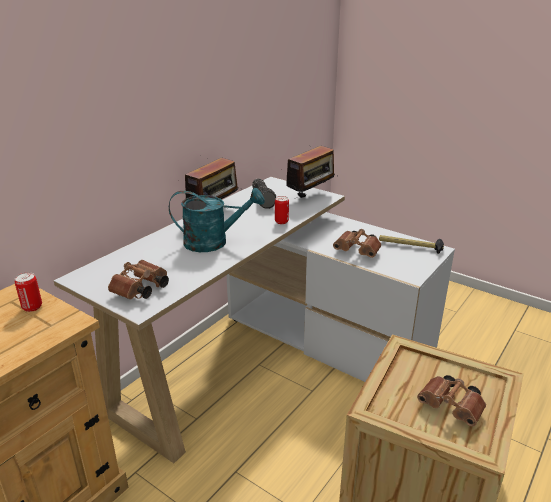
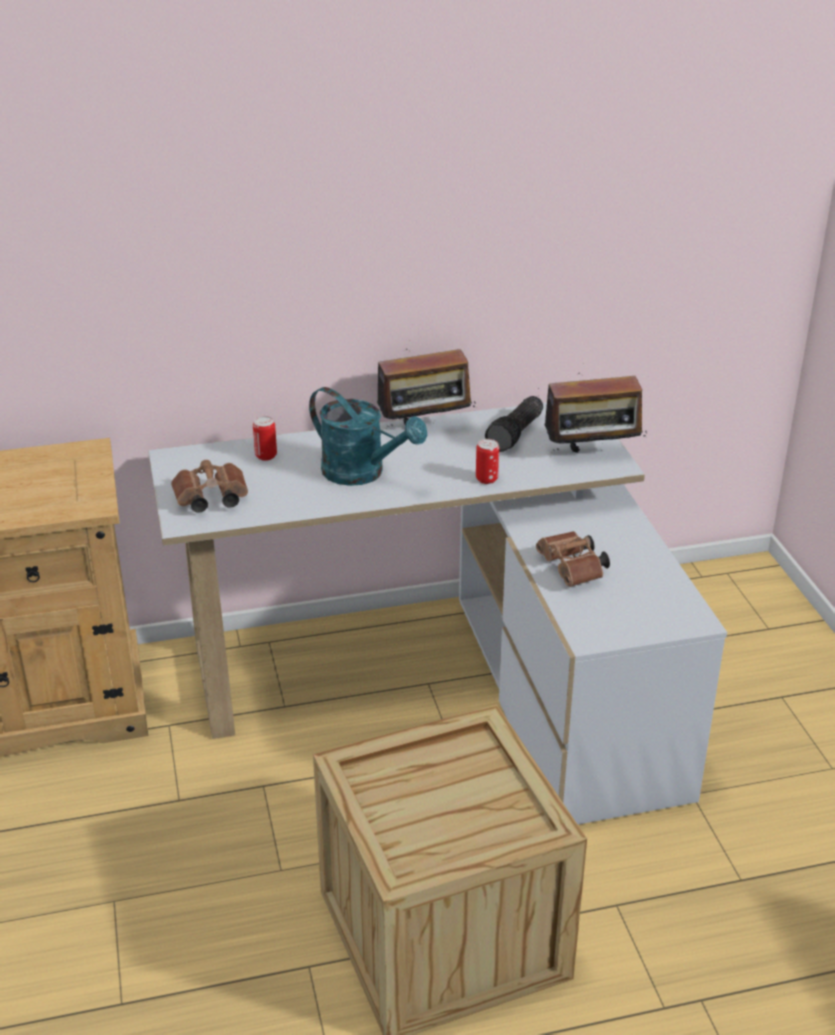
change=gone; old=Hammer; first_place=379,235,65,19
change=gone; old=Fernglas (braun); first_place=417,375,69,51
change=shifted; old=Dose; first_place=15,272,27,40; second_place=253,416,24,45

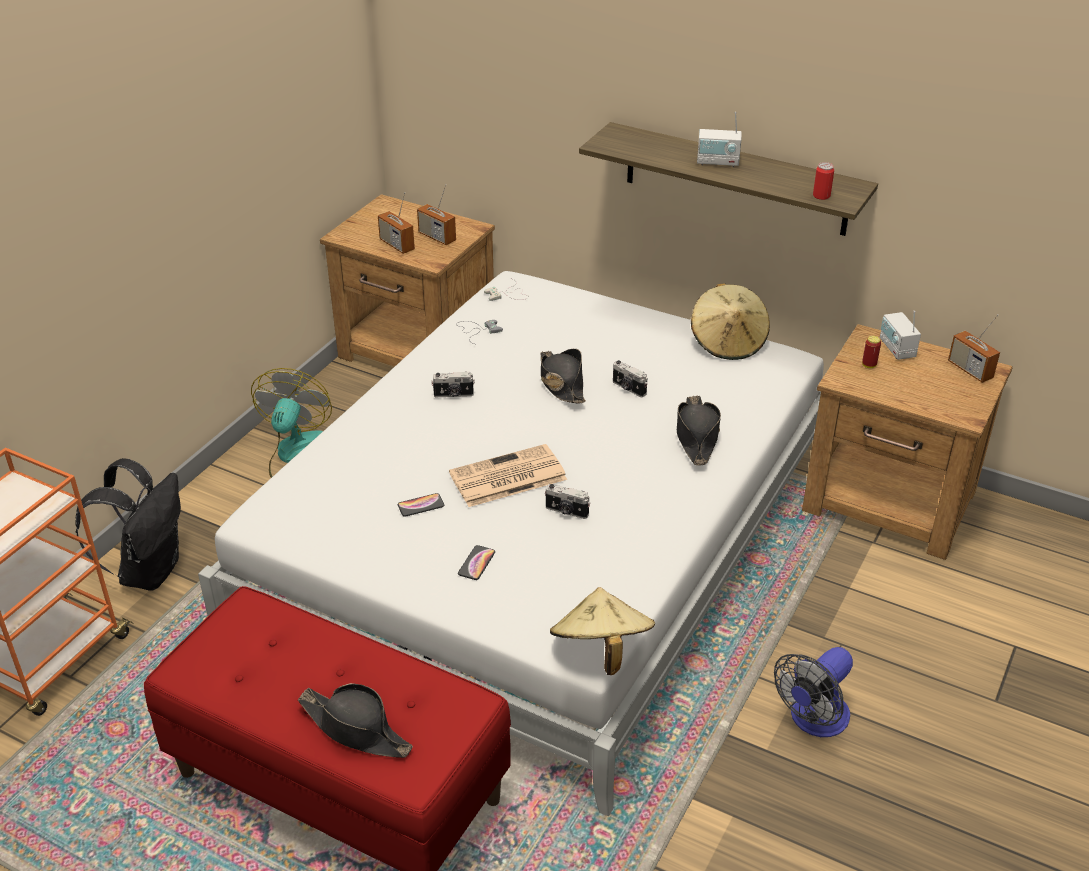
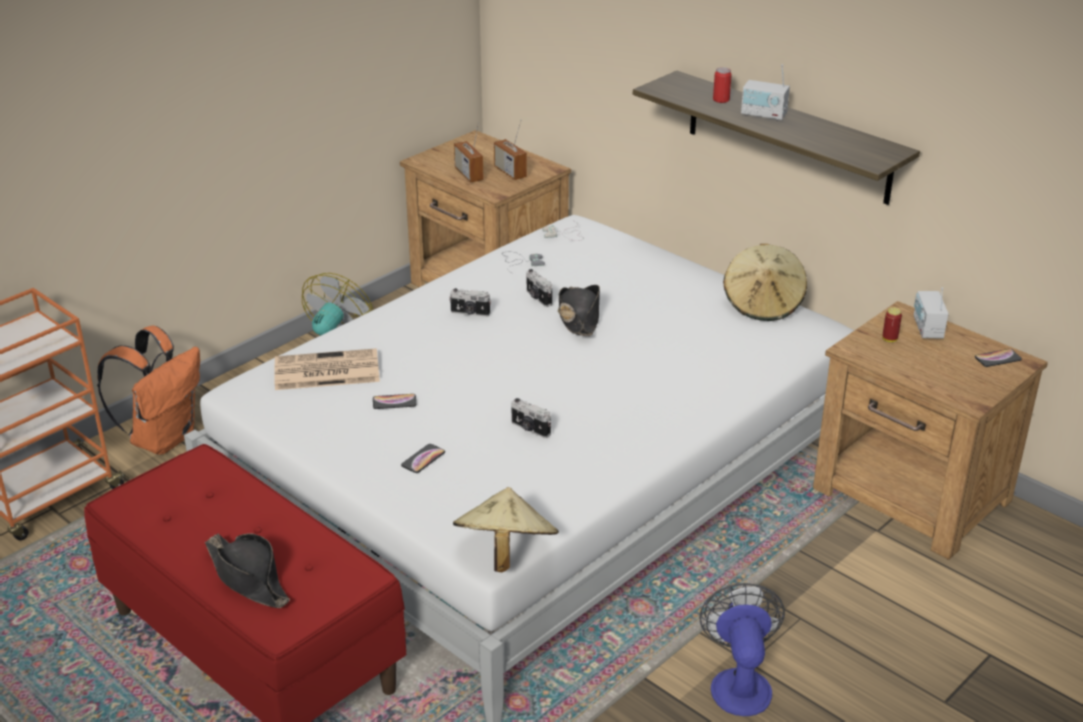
change=gone; old=Hut (schwarz); first_place=677,396,44,70
change=shifted; old=Zeitung; first_place=449,444,118,63; second_place=274,348,106,42
change=shifted; old=Kamera; first_place=613,360,34,37; second_place=526,269,26,38
change=shifted; old=Dose; first_place=813,162,21,38; second_place=713,67,19,36
change=swapped; old=Radio; new=Handy; first_place=948,315,52,68; second_place=975,349,47,18
change=repainted; old=Rucksack (schwarz); new=Rucksack (orange); first_place=75,458,106,133; second_place=97,325,103,130
change=rotated; old=Ventilator; first_place=774,647,79,90; second_place=699,583,86,133; degrees=120

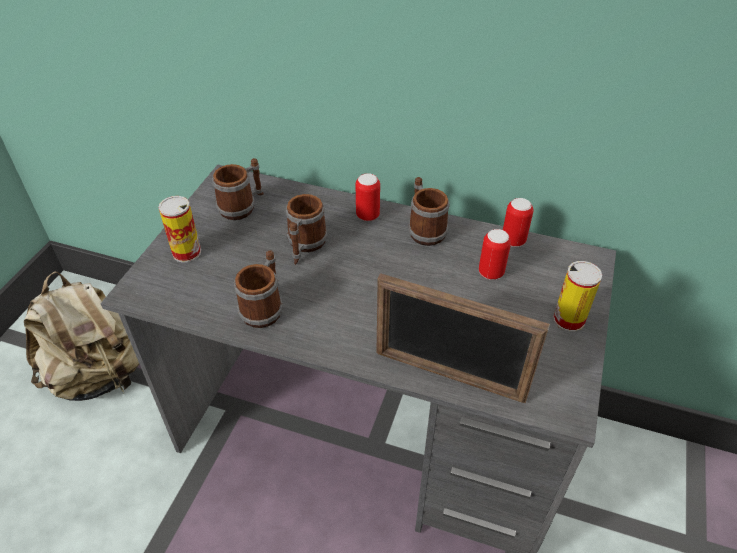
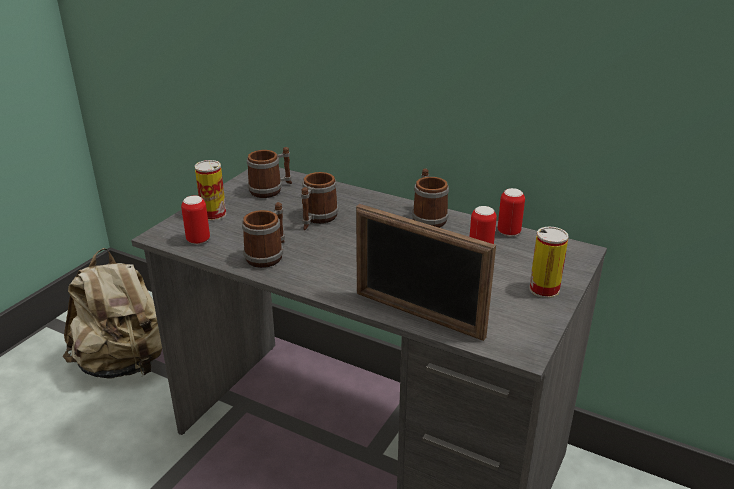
change=shifted; old=Dose; first_place=356,173,24,48; second_place=181,196,29,48

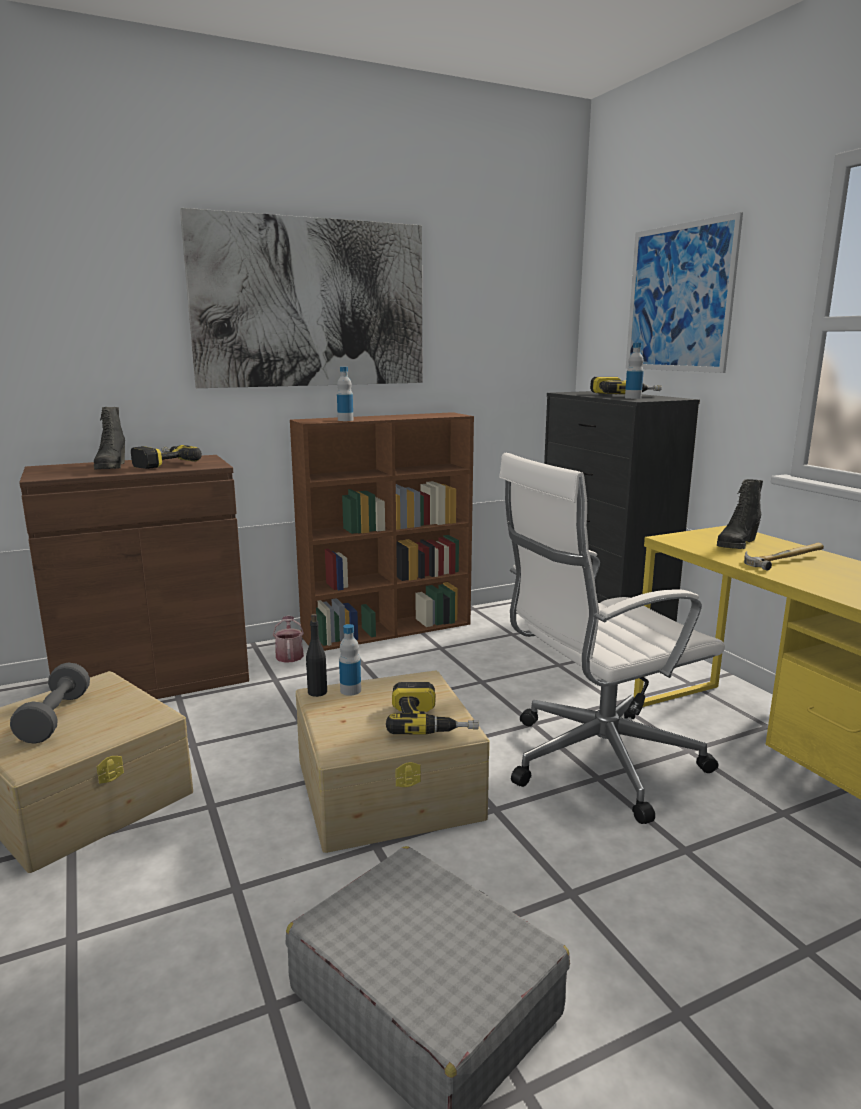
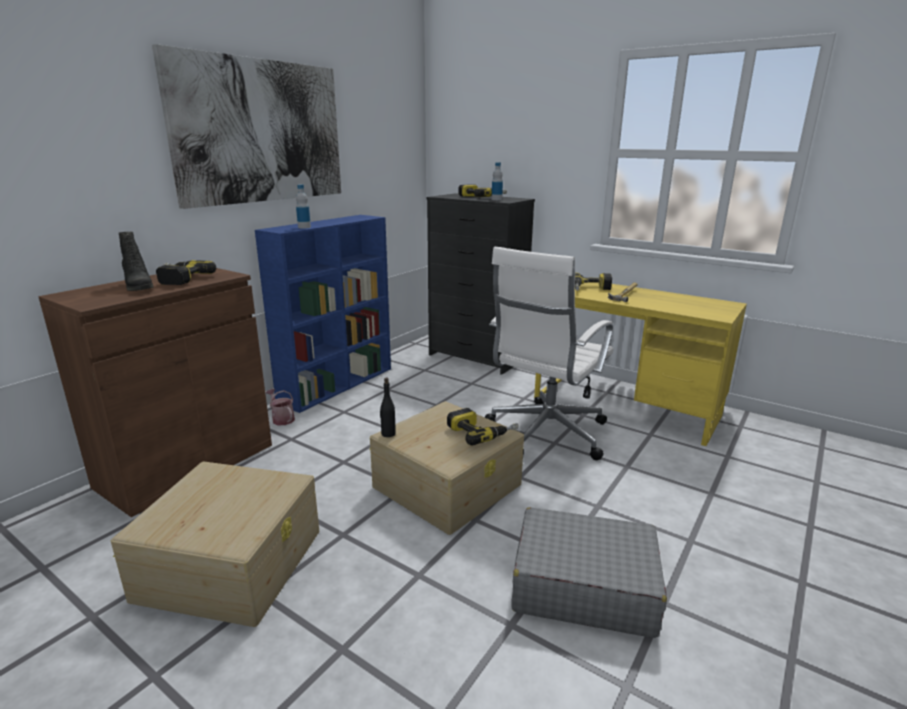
change=gone; old=Hantel (grau); first_place=10,662,80,82
change=gone; old=Flasche; first_place=339,624,22,72
change=gone; old=Bild; first_place=626,212,117,161
change=swapped; old=Stiefel (schwarz); new=Bohrmaschine; first_place=717,479,46,70; second_place=575,273,37,18
change=repainted; old=Bücherregal (braun); new=Bücherregal (blau); first_place=290,412,184,239; second_place=255,215,136,198

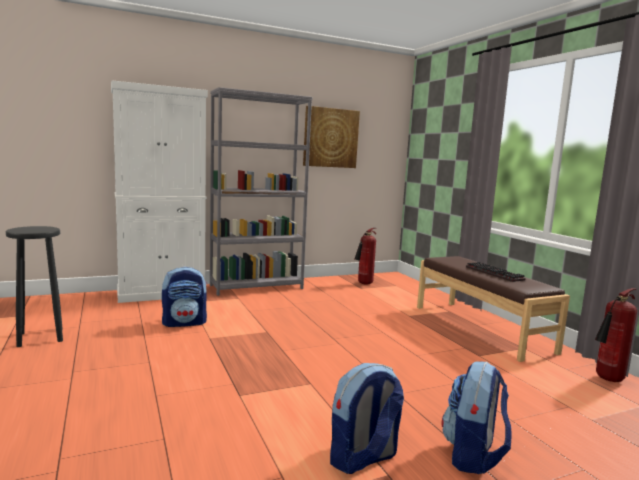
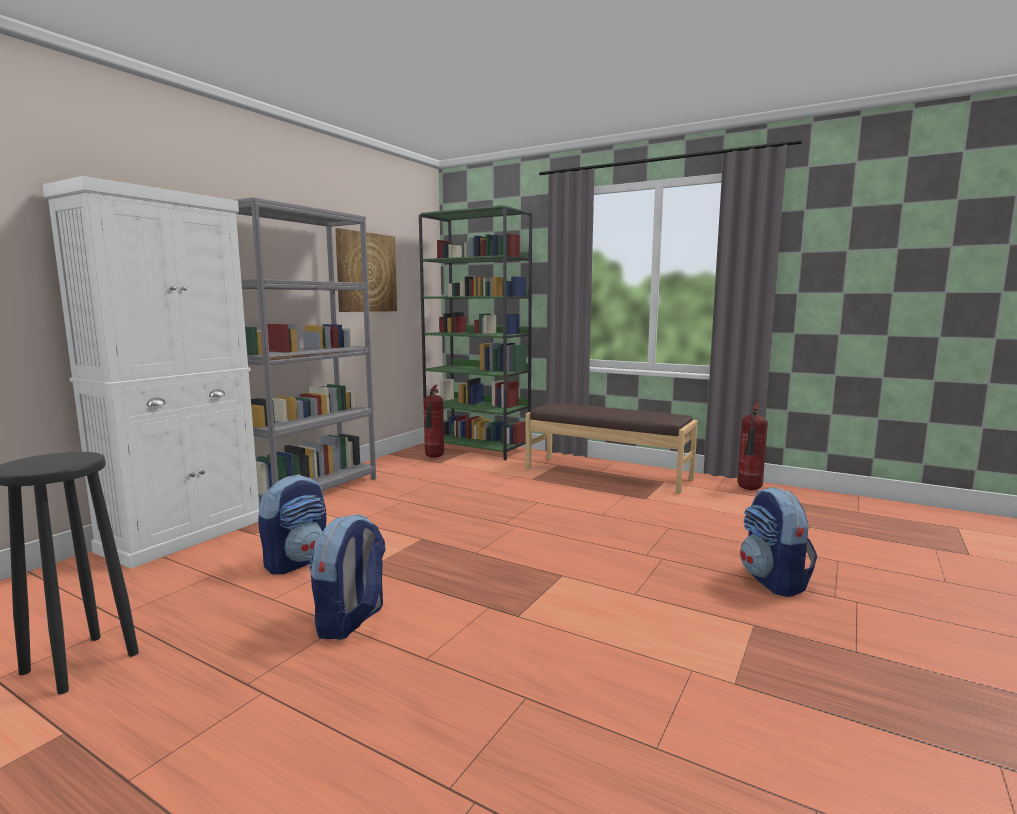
change=gone; old=Tastatur; first_place=466,262,60,20
change=new; new=Bücherregal (grün); second_place=419,205,113,255
change=shifted; old=Rucksack; first_place=330,363,74,111; second_place=309,514,77,126

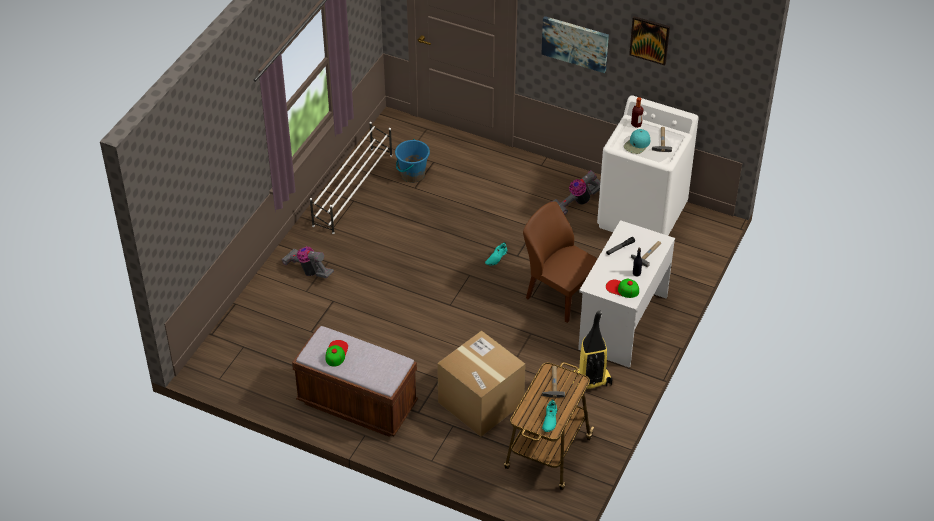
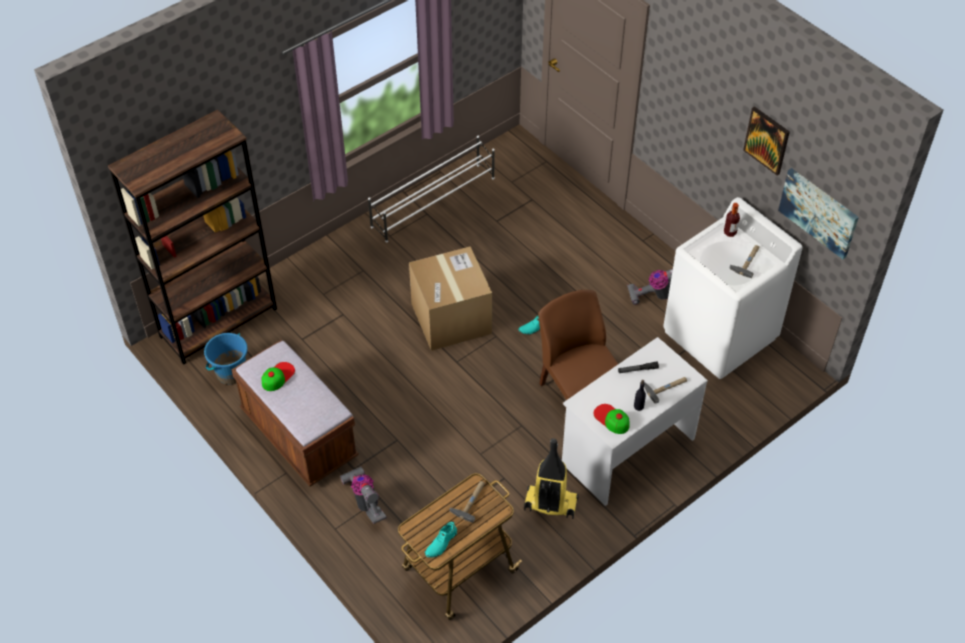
change=gone; old=Kappe (türkis); first_place=624,129,26,25
change=new; new=Bücherregal (braun); second_place=108,110,169,255
change=shifted; old=Staubsauger; first_place=282,246,52,32; second_place=340,466,47,58
change=shifted; old=Eimer (blau); first_place=395,139,35,44; second_place=204,333,44,52
change=shifted; old=Karton; first_place=437,330,89,107; second_place=409,246,83,105
change=shifted; old=Bild; first_place=541,16,68,57; second_place=778,168,81,91

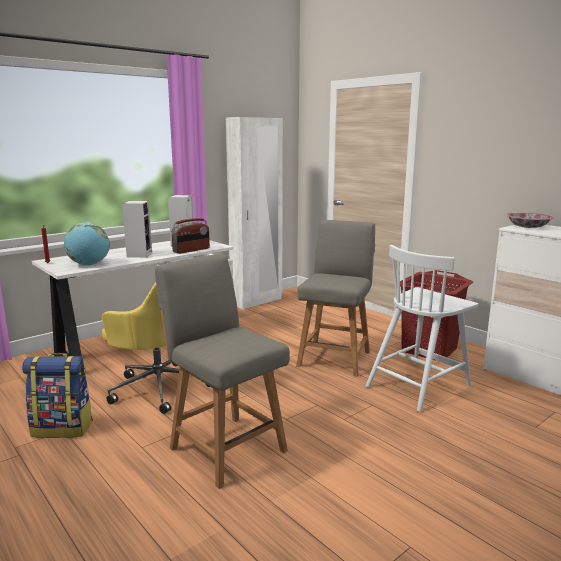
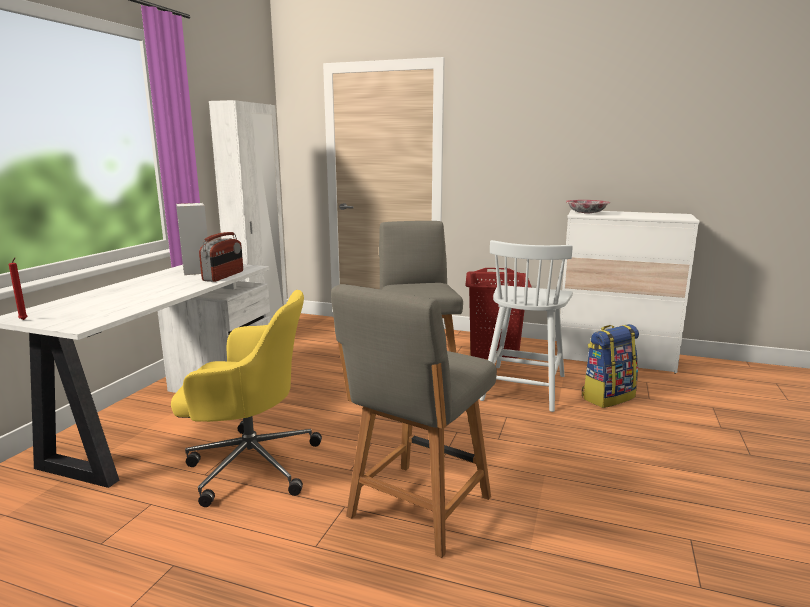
change=gone; old=Globus; first_place=64,222,46,43
change=gone; old=Lautsprecher; first_place=122,201,30,57
change=shifted; old=Rucksack; first_place=22,353,71,85; second_place=582,324,57,84
change=rotated; old=Stuhl (grau); first_place=155,254,135,235; second_place=331,284,166,274; degrees=-75

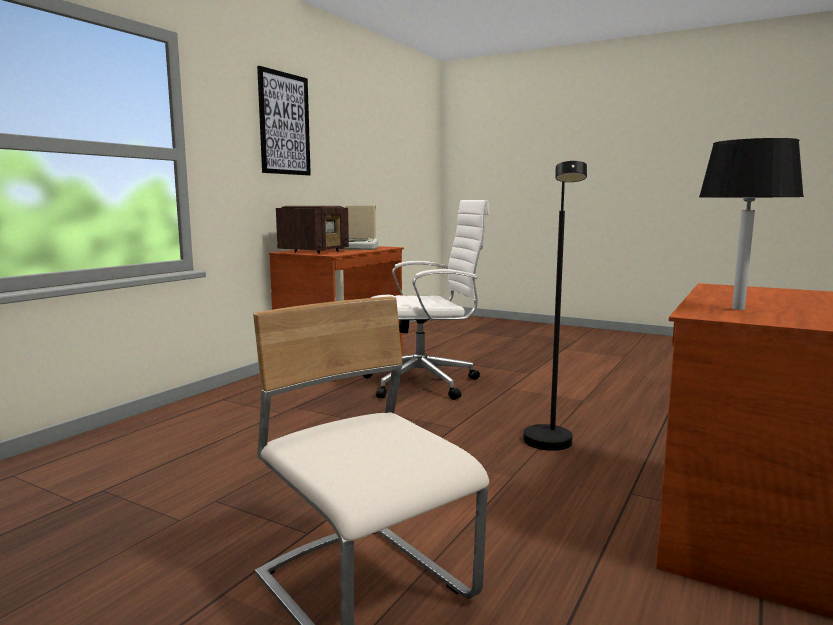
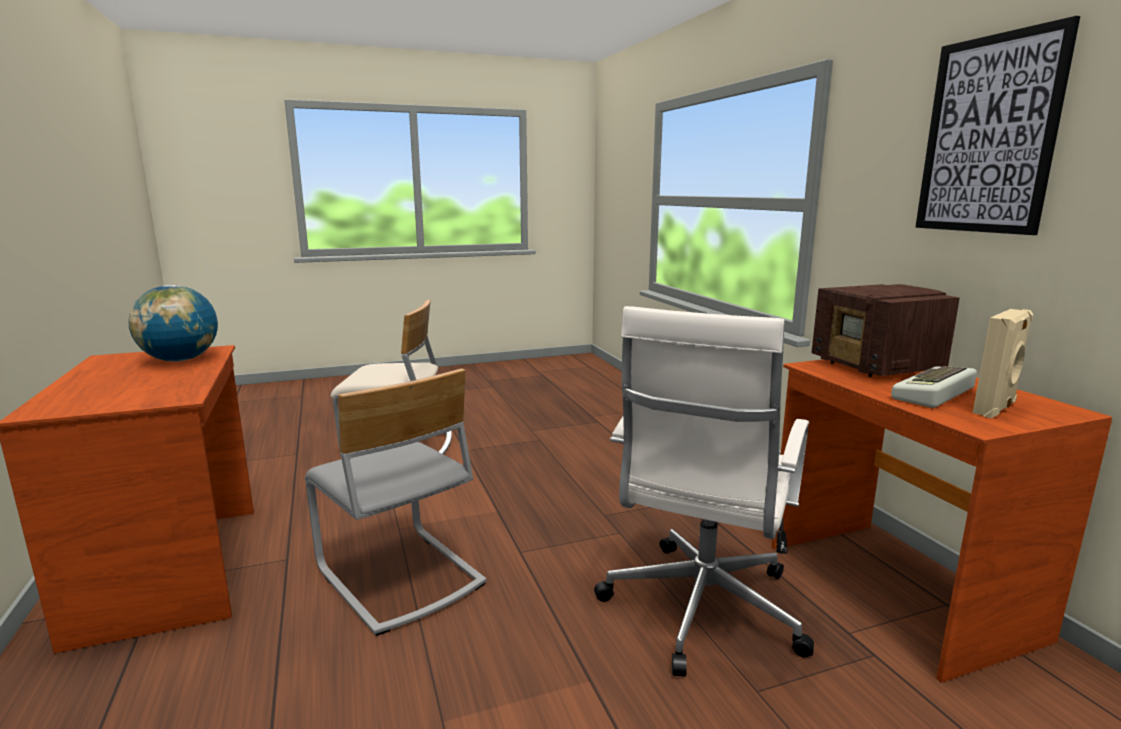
change=swapped; old=Stehlampe (schwarz); new=Stuhl (grau); first_place=523,161,64,290; second_place=305,369,181,267
change=swapped; old=Tischlampe (schwarz); new=Globus; first_place=699,138,105,172; second_place=128,285,90,76

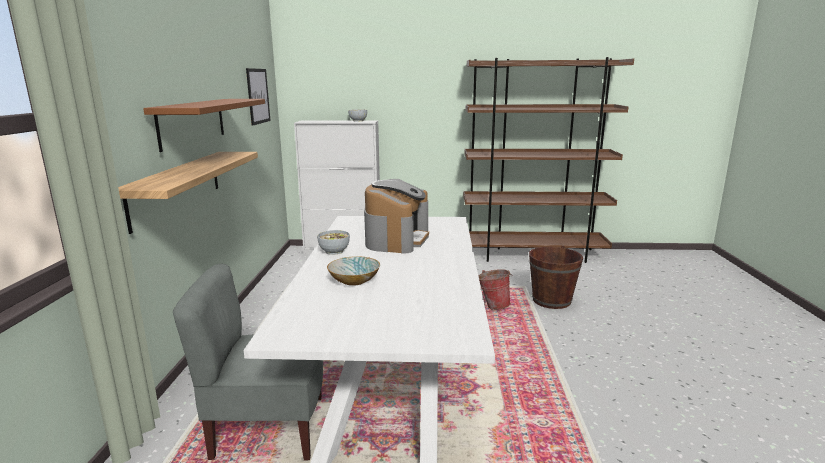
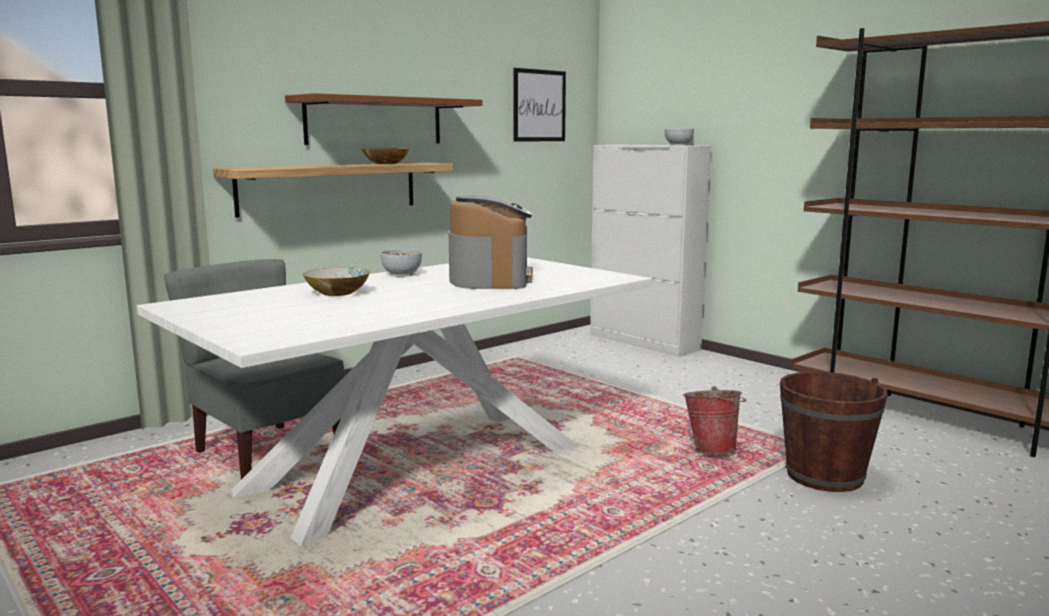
change=new; new=Schüssel; second_place=362,148,47,16
change=rotated; old=Kaffeemaschine; first_place=364,179,65,75; second_place=448,195,85,94; degrees=-60

